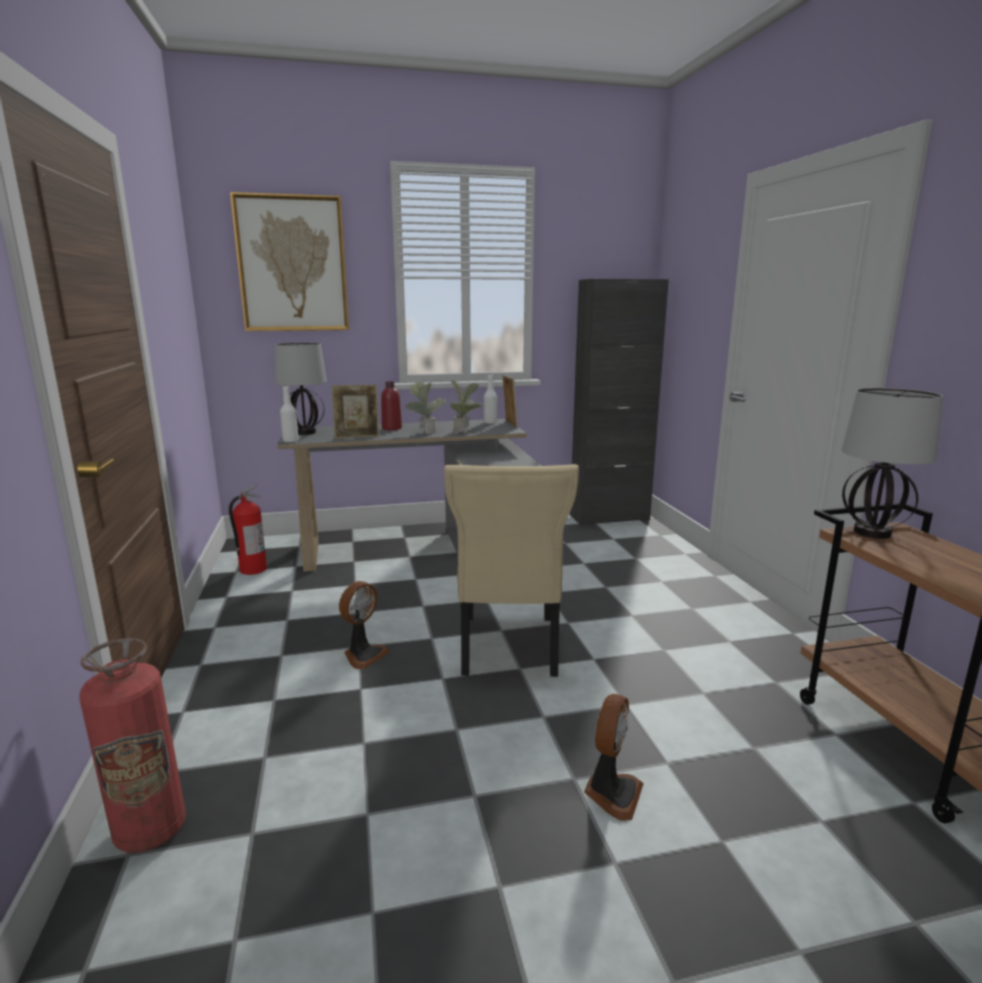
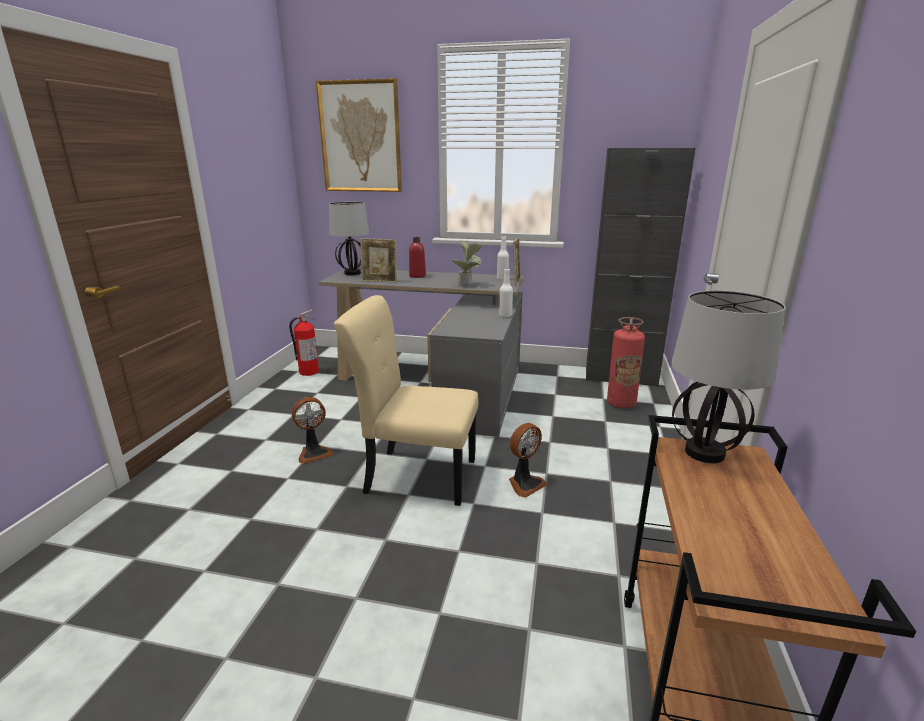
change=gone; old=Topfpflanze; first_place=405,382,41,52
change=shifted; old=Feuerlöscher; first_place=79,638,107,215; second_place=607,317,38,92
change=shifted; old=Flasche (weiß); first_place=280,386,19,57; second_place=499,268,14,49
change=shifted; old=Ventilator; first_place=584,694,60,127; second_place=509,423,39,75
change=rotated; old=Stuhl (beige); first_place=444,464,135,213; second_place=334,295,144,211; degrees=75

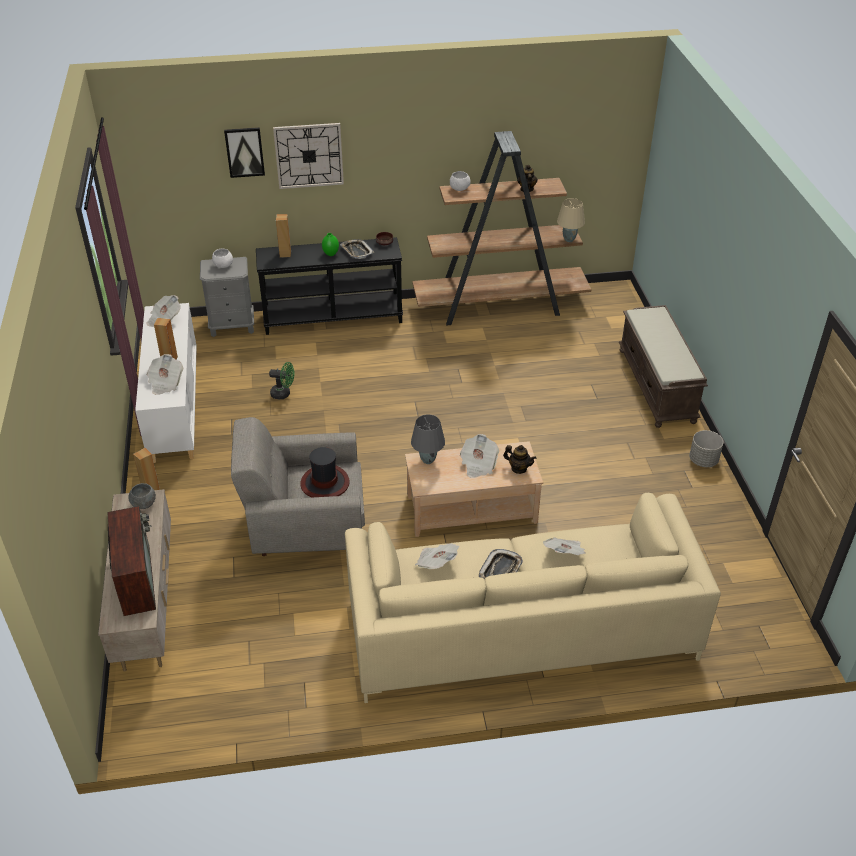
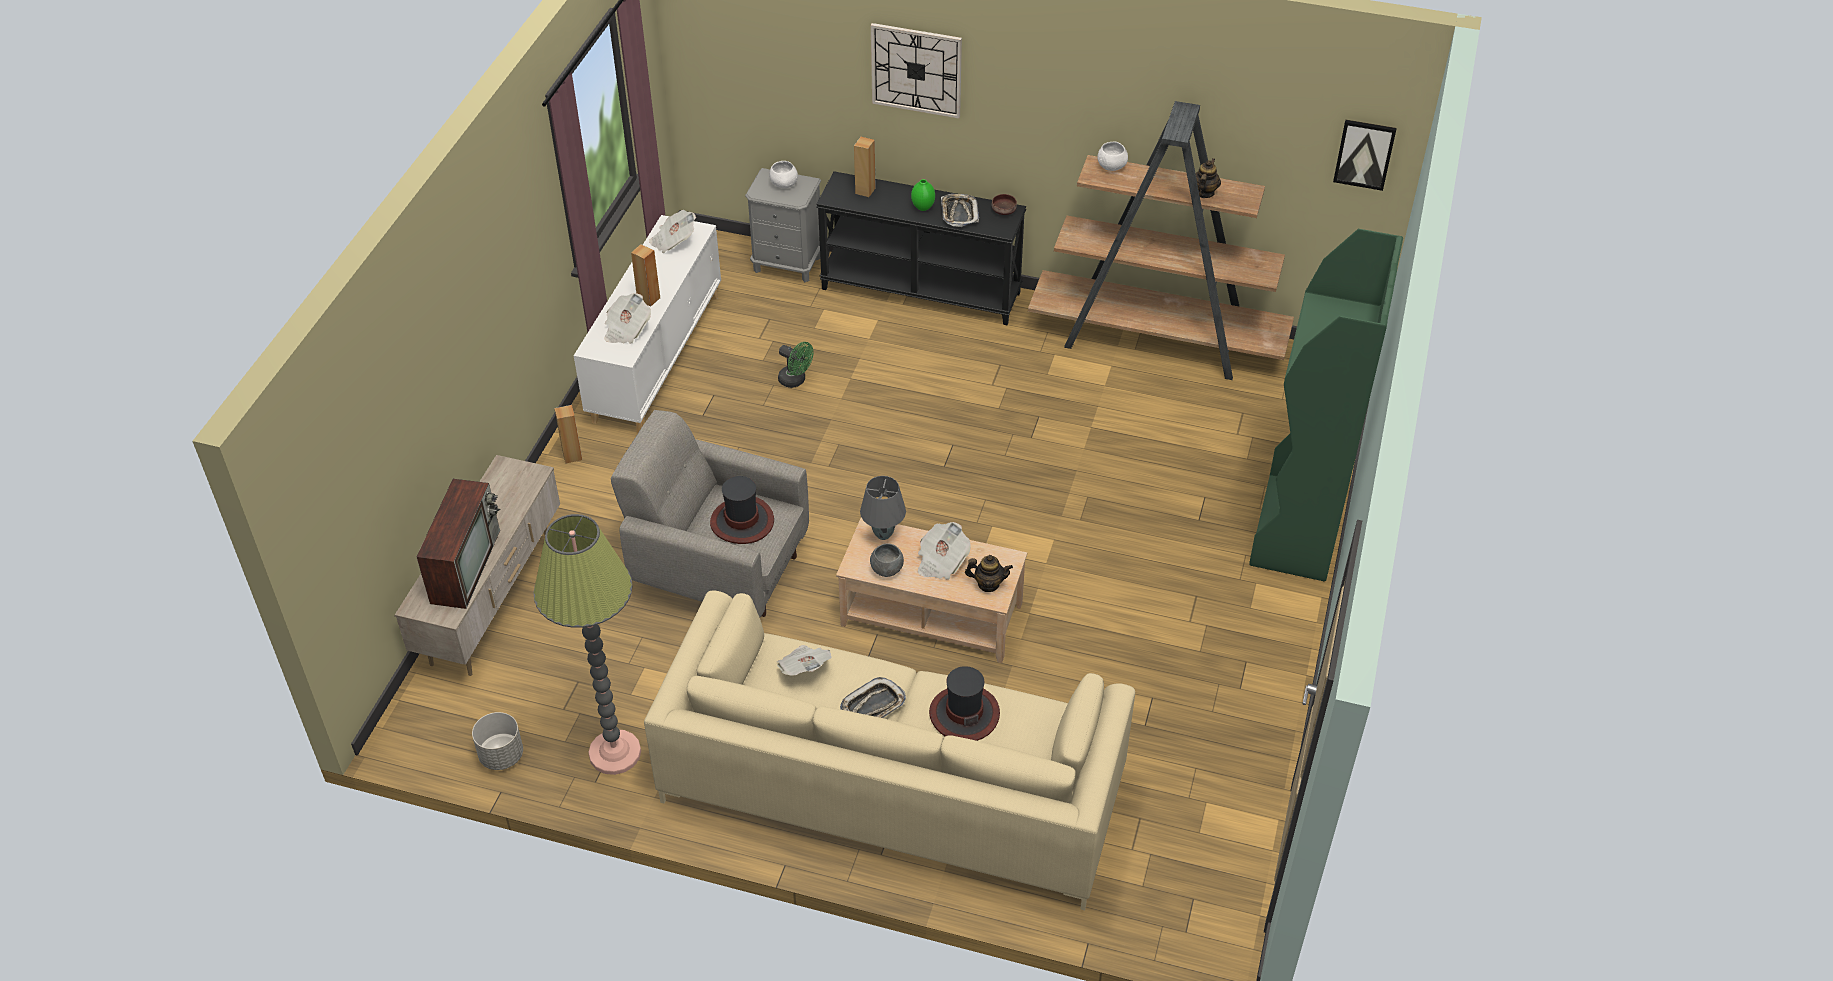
change=gone; old=Tischlampe (beige); first_place=557,198,28,44
change=new; new=Stehlampe; second_place=534,514,107,261
change=shifted; old=Schüssel (grau); first_place=128,483,28,26; second_place=870,543,34,34
change=shifted; old=Bild; first_place=224,127,41,51; second_place=1333,120,64,71
change=shifted; old=Pflanzkübel (grau); first_place=689,430,34,37; second_place=472,712,51,58
change=swapped; old=Zeitung; new=Hut; first_place=543,537,43,18; second_place=929,666,71,75
change=swapped; old=Bank (braun); new=Bücherregal (grün); first_place=619,305,89,123; second_place=1249,229,154,352
change=rotated; old=Teekanne; first_place=503,445,33,29; second_place=965,555,48,37; degrees=-45

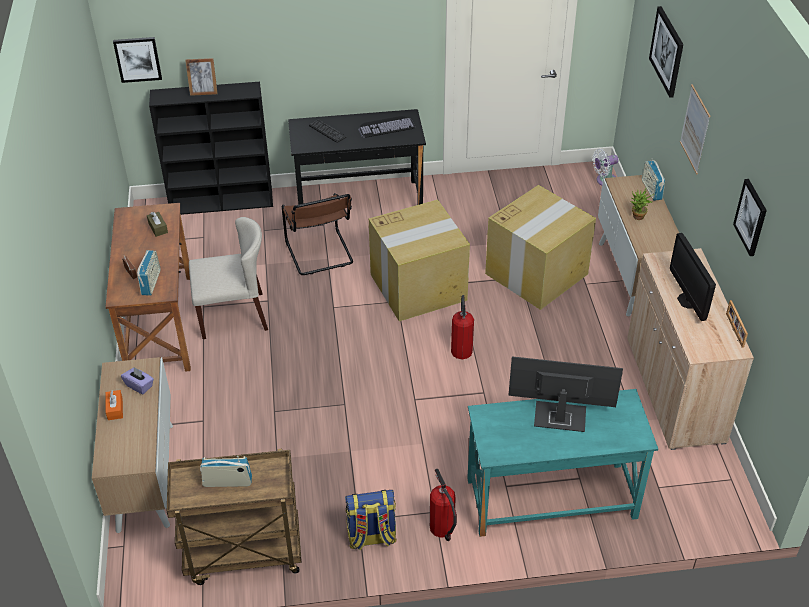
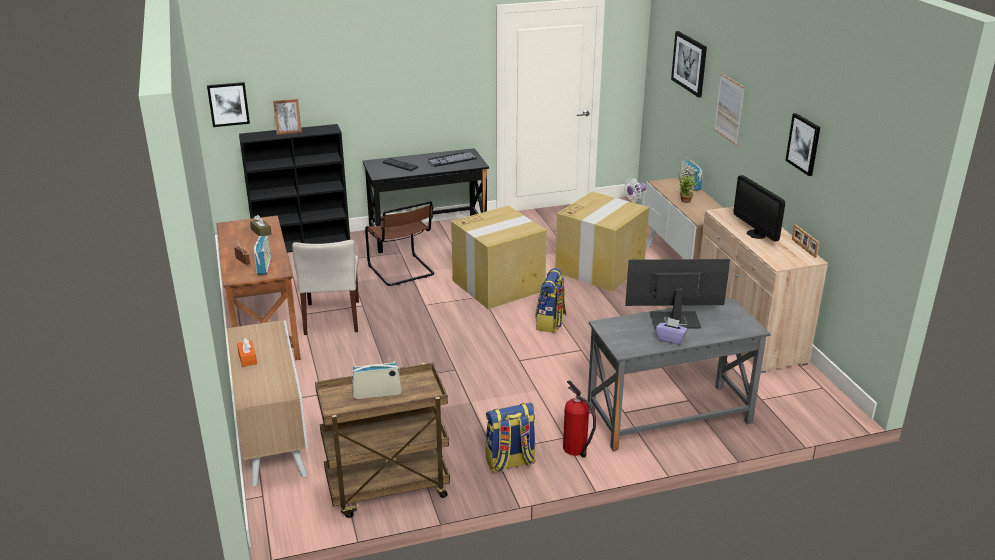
change=shifted; old=Taschentuchbox (lila); first_place=121,367,33,28; second_place=656,318,32,27
change=swapped; old=Feuerlöscher; new=Rucksack; first_place=451,295,23,64; second_place=535,268,32,65
change=repainted; old=Schreibtisch (türkis); new=Schreibtisch (grau); first_place=467,389,191,148; second_place=588,298,182,153
change=rotated; old=Stuhl (beige); first_place=189,217,79,122; second_place=292,240,67,95; degrees=105

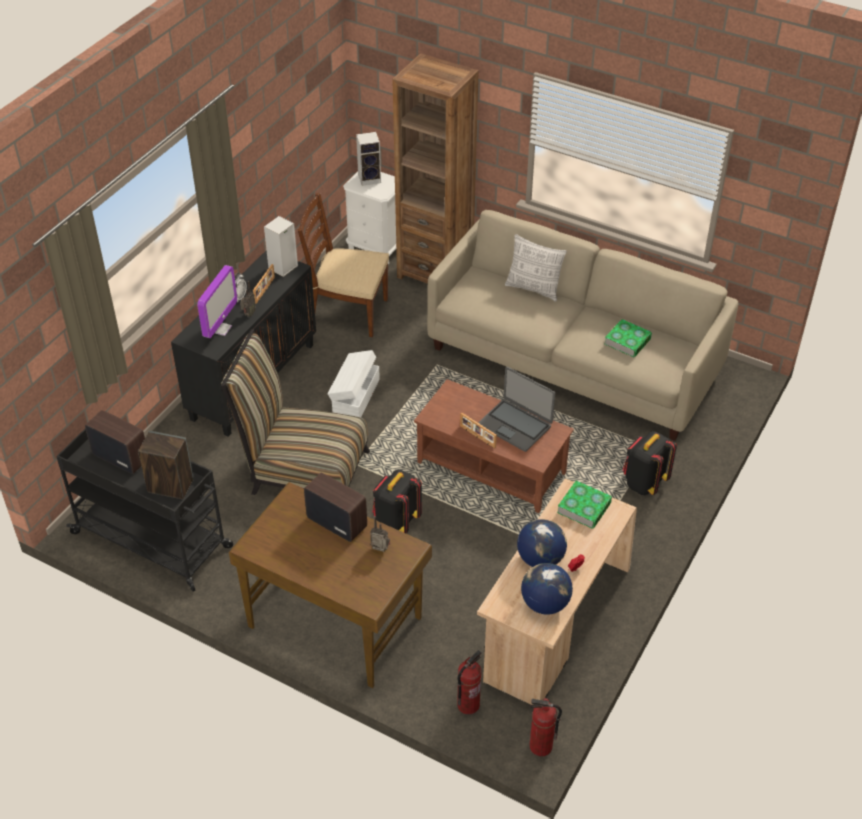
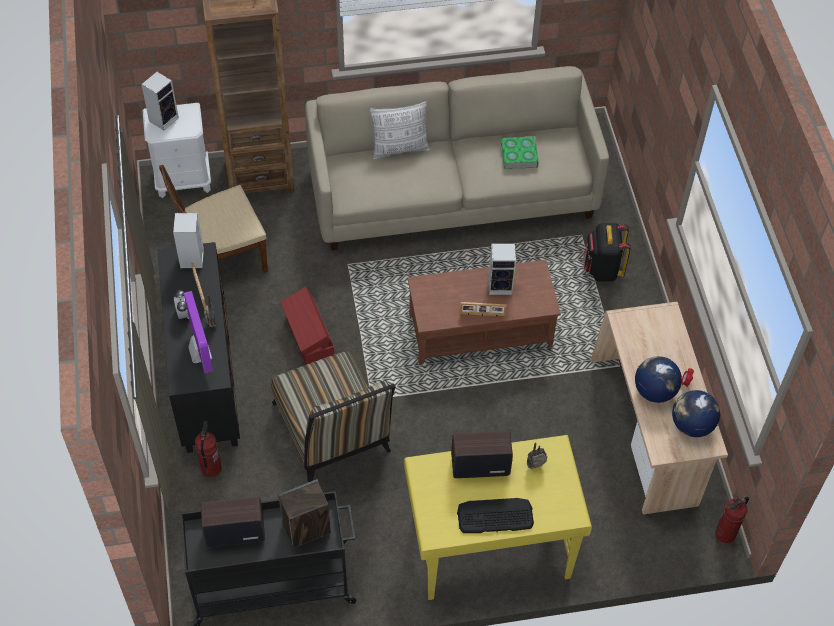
change=gone; old=Rucksack (schwarz); first_place=372,470,50,63
change=gone; old=Buch; first_place=557,481,55,48
change=new; new=Tastatur; second_place=457,498,77,35
change=shifted; old=Feuerlöscher; first_place=457,650,24,64; second_place=195,421,26,56
change=swapped; old=Laptop; new=Lautsprecher; first_place=478,367,77,85; second_place=488,243,28,52
change=repainted; old=Schreibtisch (braun); new=Schreibtisch (gelb); first_place=229,482,203,206; second_place=404,435,188,165
change=repainted; old=Aufbewahrungsbox (weiß); new=Aufbewahrungsbox (rot); first_place=328,350,52,67; second_place=281,287,53,78
change=rotated; old=Stuhl; first_place=221,329,149,166; second_place=271,351,125,131; degrees=-90

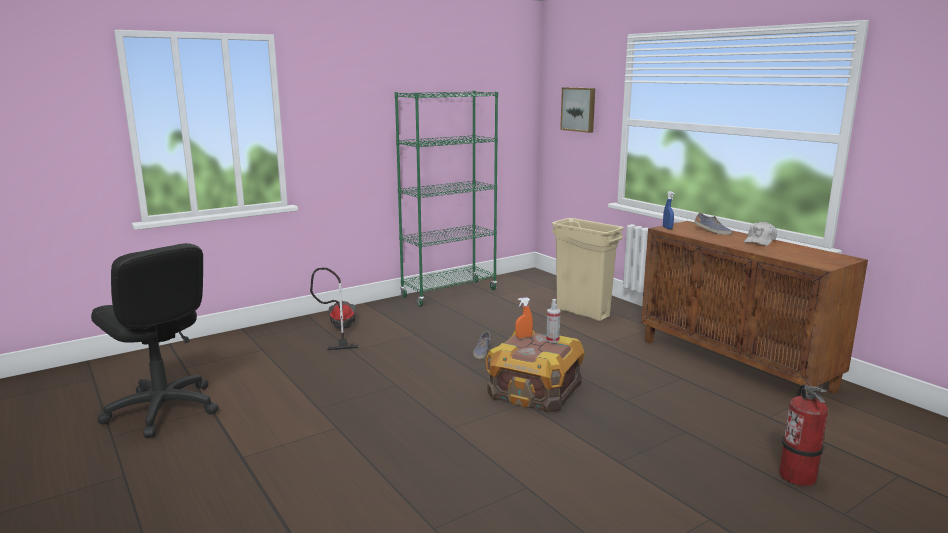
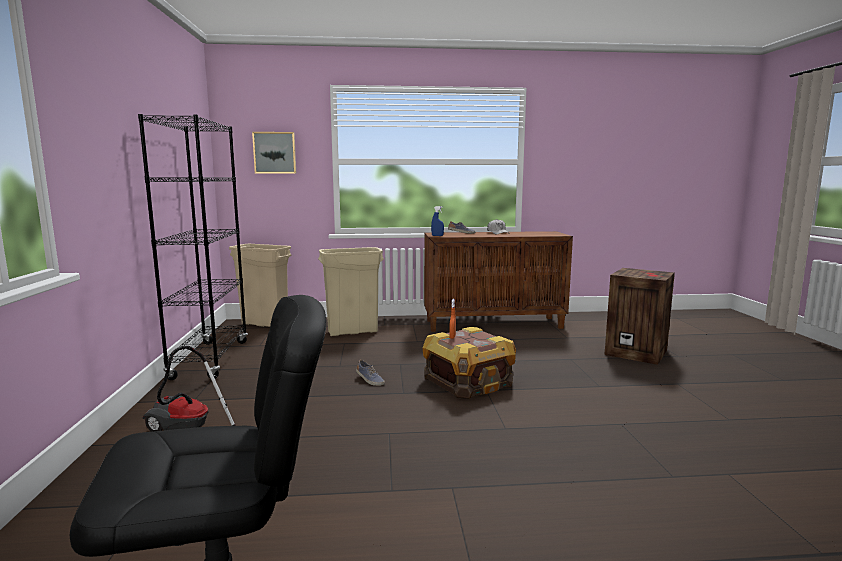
change=gone; old=Sprühflasche; first_place=546,299,15,44
change=new; new=Mülleimer (beige); second_place=229,244,62,83
change=swapped; old=Feuerlöscher; new=Kiste; first_place=779,384,49,103; second_place=604,268,71,97
change=repainted; old=Bücherregal (grün); new=Bücherregal (schwarz); first_place=395,91,103,215; second_place=138,114,110,266

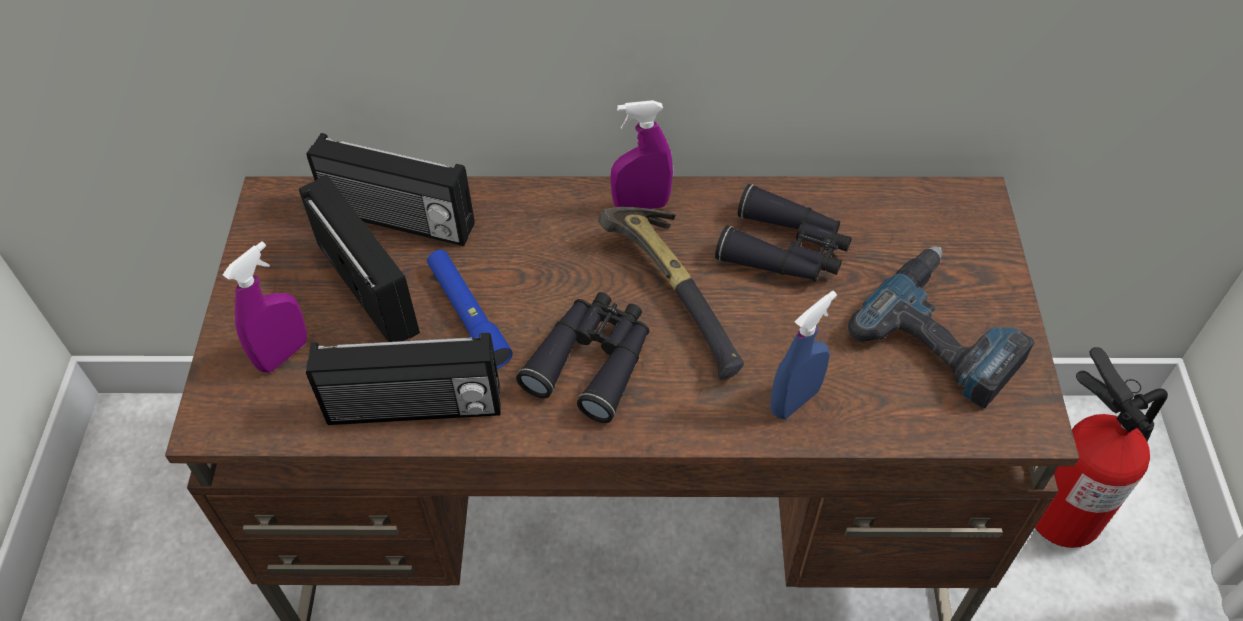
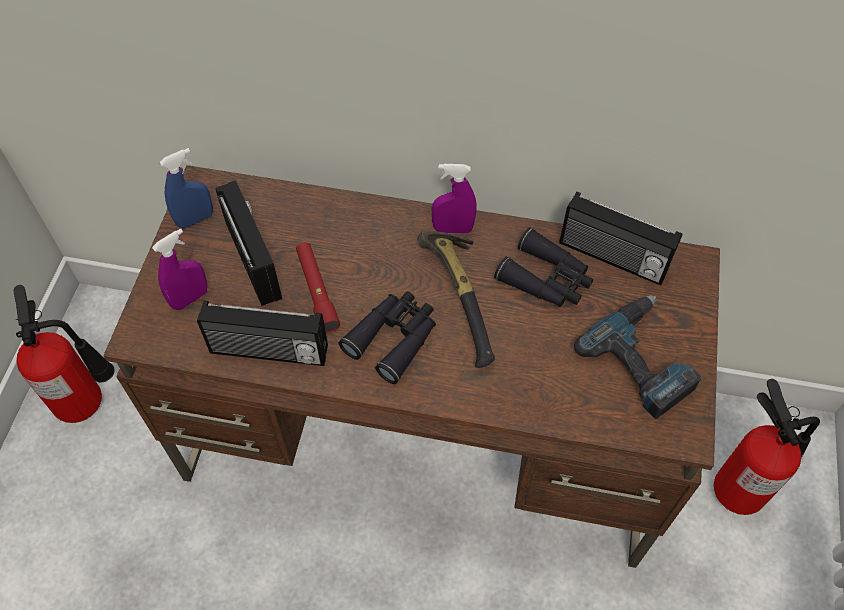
change=new; new=Feuerlöscher; second_place=14,285,101,138
change=shifted; old=Radio; first_place=306,133,169,113; second_place=559,192,124,94
change=shifted; old=Sprühflasche (blau); first_place=770,291,67,128; second_place=159,148,54,81
change=repainted; old=Taschenlampe (blau); new=Taschenlampe (rot); first_place=427,250,86,119; second_place=296,242,44,91

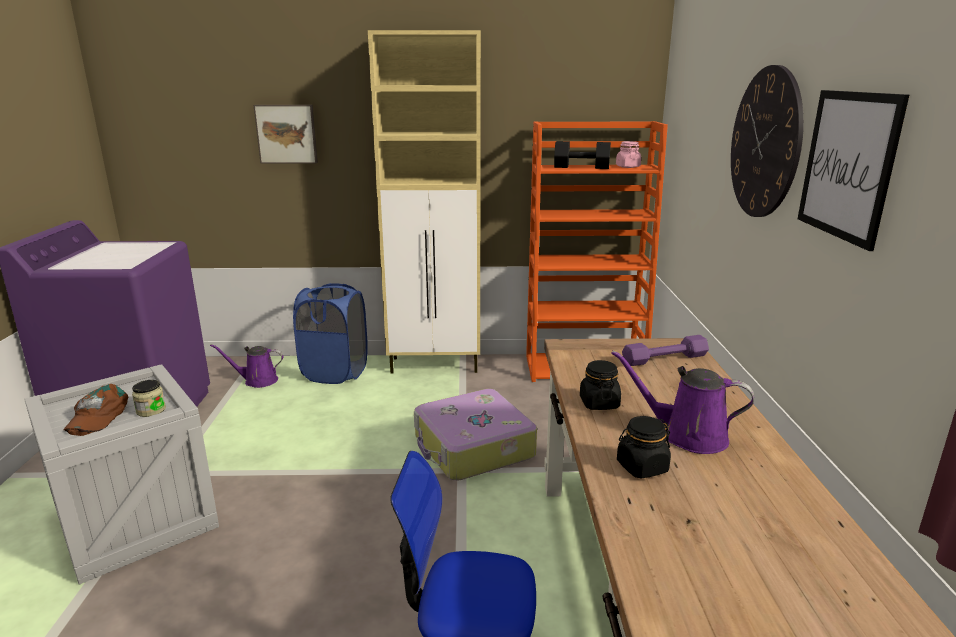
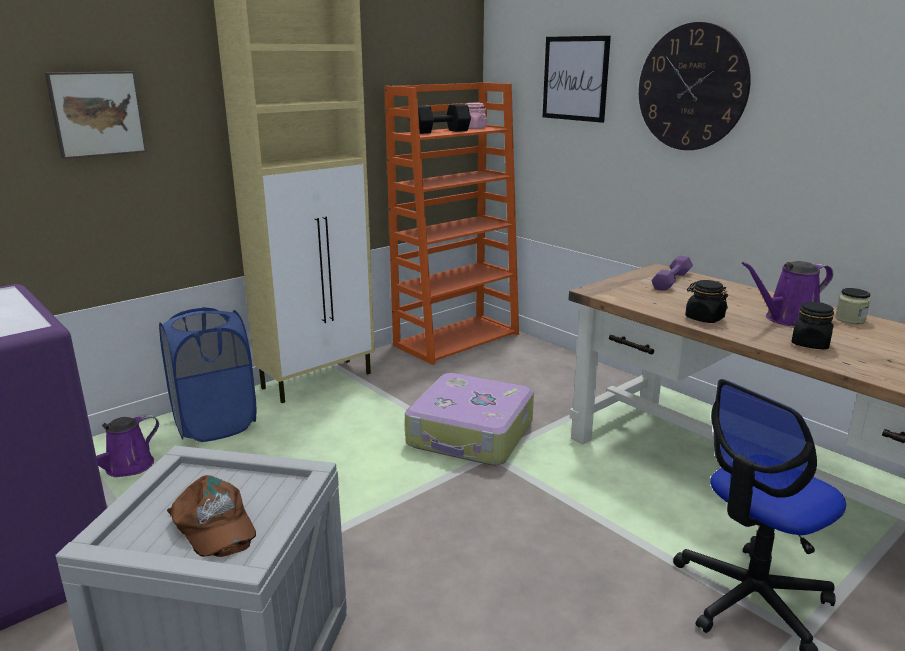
change=shifted; old=Vorratsglas; first_place=132,380,34,37; second_place=835,288,35,36
change=shifted; old=Bild; first_place=798,90,111,161; second_place=543,36,68,87

